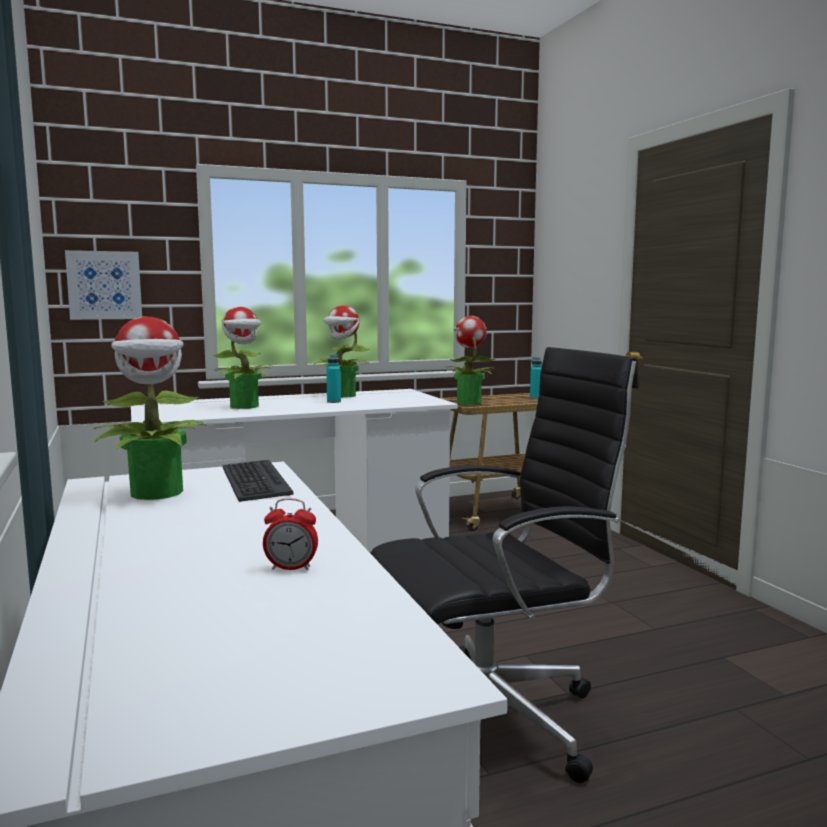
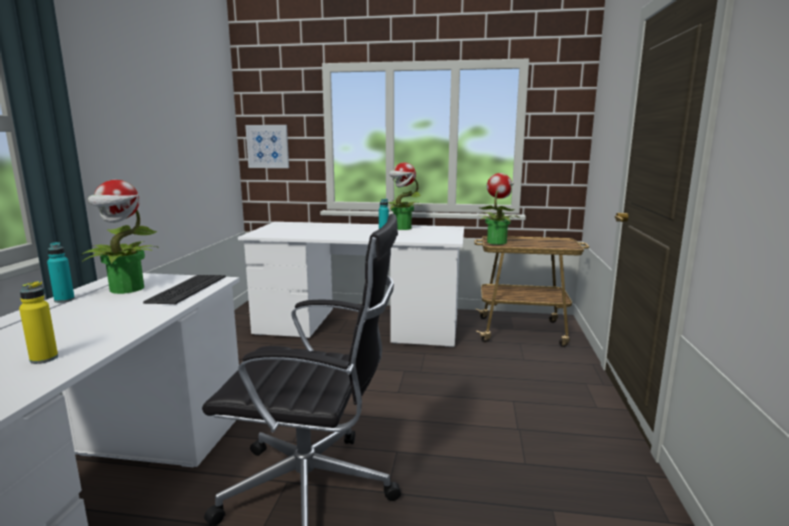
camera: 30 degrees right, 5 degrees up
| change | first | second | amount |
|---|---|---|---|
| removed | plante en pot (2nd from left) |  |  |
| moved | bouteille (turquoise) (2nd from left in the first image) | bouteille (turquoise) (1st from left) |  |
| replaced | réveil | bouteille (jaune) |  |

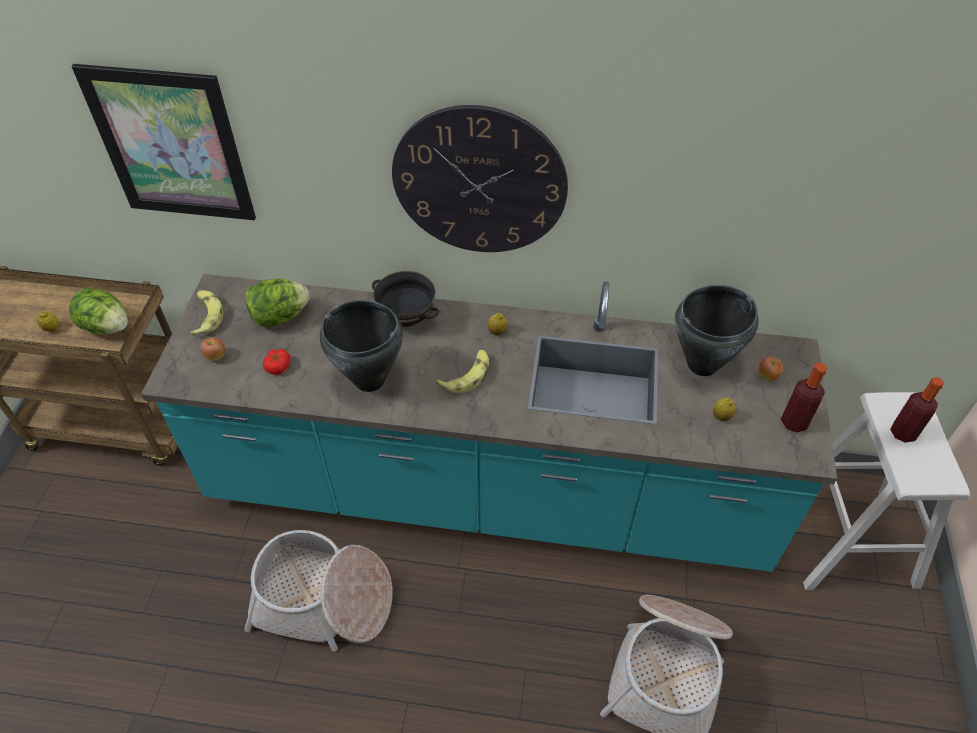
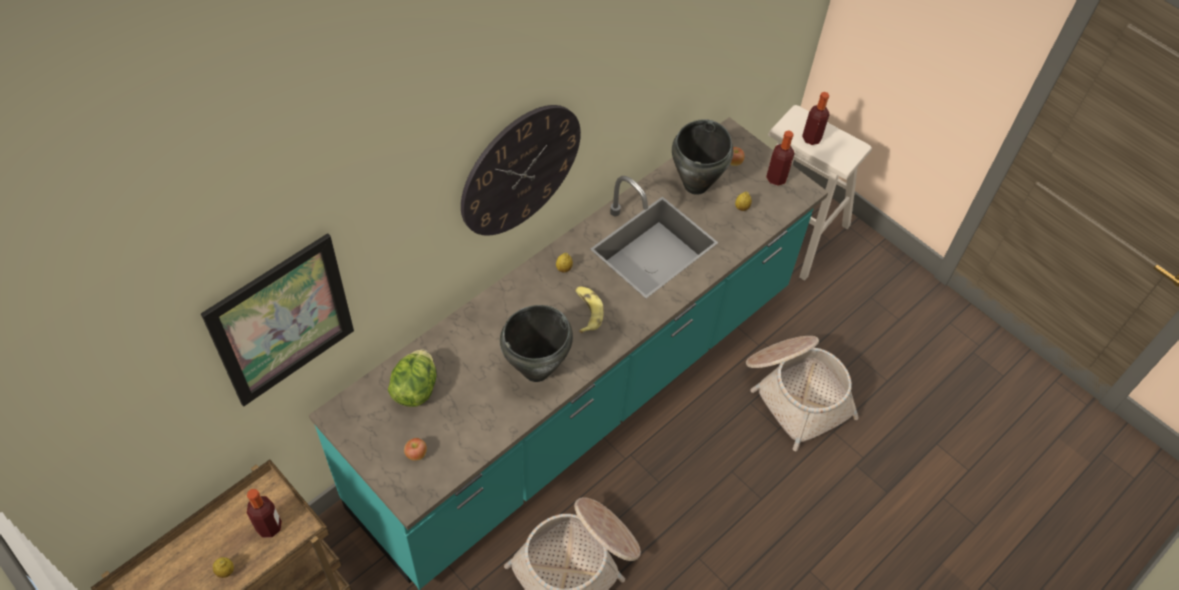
camera: 55 degrees left, 5 degrees up
| change | first | second | amount |
|---|---|---|---|
| removed | bol (noir) |  |  |
| replaced | laitue (1st from left) | bouteille (1st from left) |  |
| removed | banane (1st from left) |  |  |
| removed | tomate |  |  |

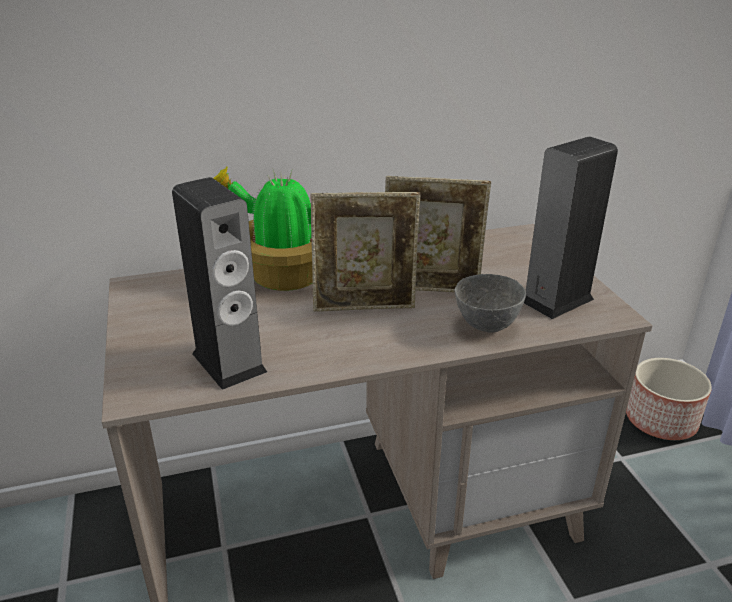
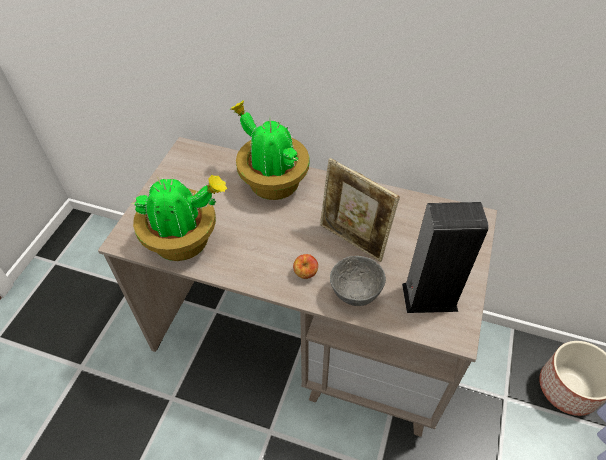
camera: 35 degrees right, 20 degrees up
| change | first | second | amount |
|---|---|---|---|
| replaced | enceinte (1st from left) | plante en pot (1st from left) |  |
| removed | cadre photo (1st from left) |  |  |
| added |  | pomme |  |

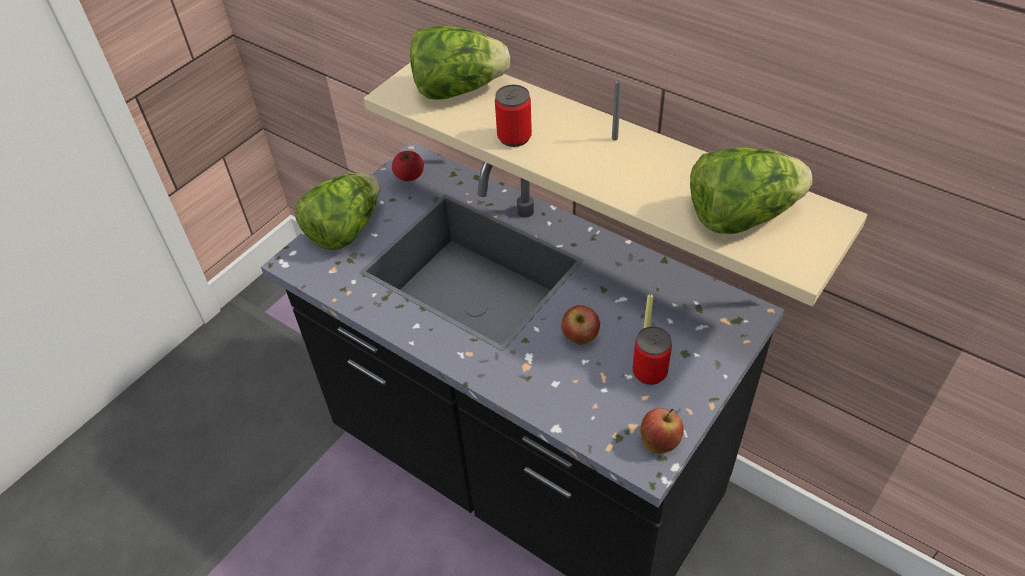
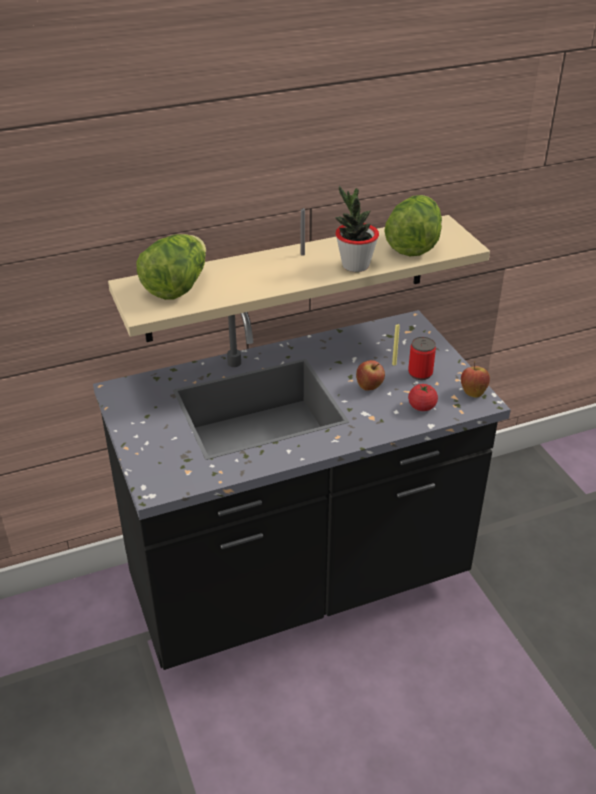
camera: 60 degrees left, 10 degrees down
| change | first | second | amount |
|---|---|---|---|
| removed | boîte métallique (1st from left) |  |  |
| moved | tomate |  |  |
| removed | laitue (1st from left) |  |  |
| added |  | plante en pot |  |

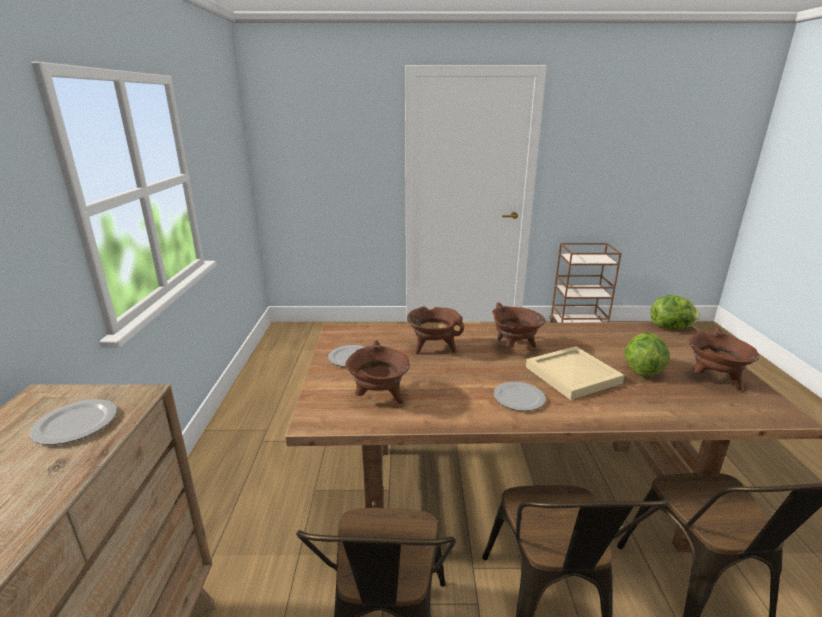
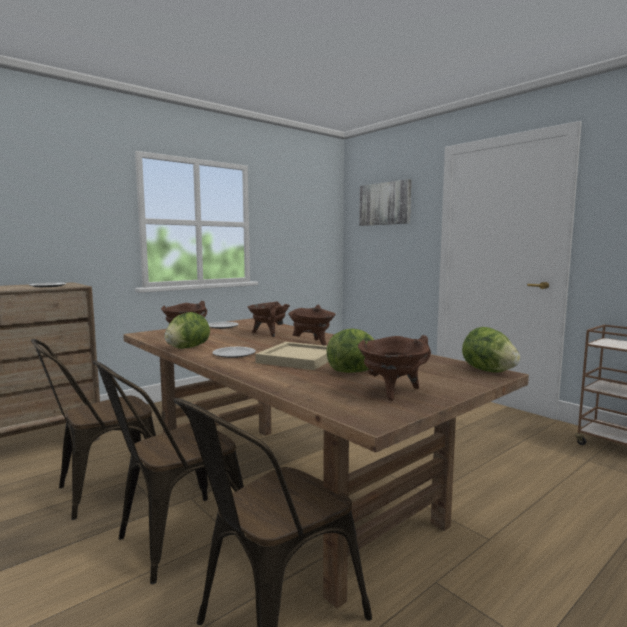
camera: 50 degrees right, 15 degrees down
| change | first | second | amount |
|---|---|---|---|
| added |  | tableau |  |
| added |  | laitue (1st from left) |  |

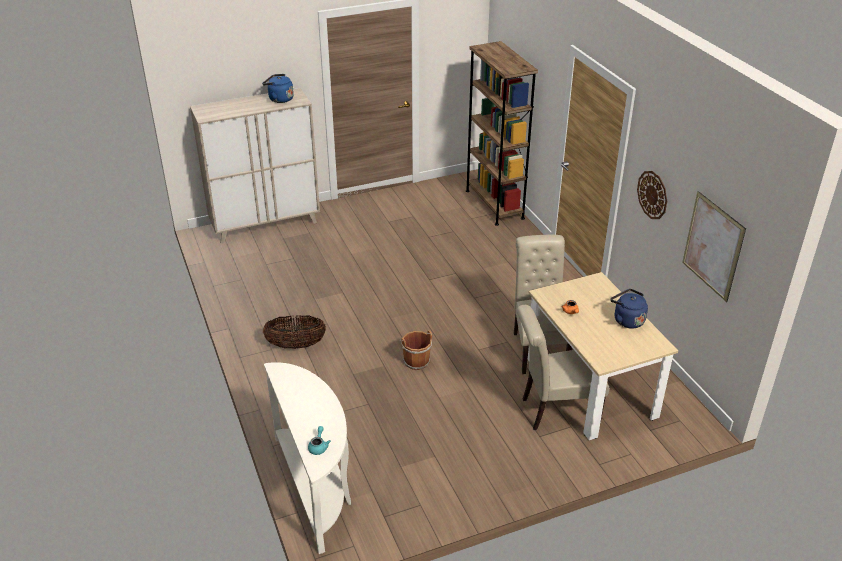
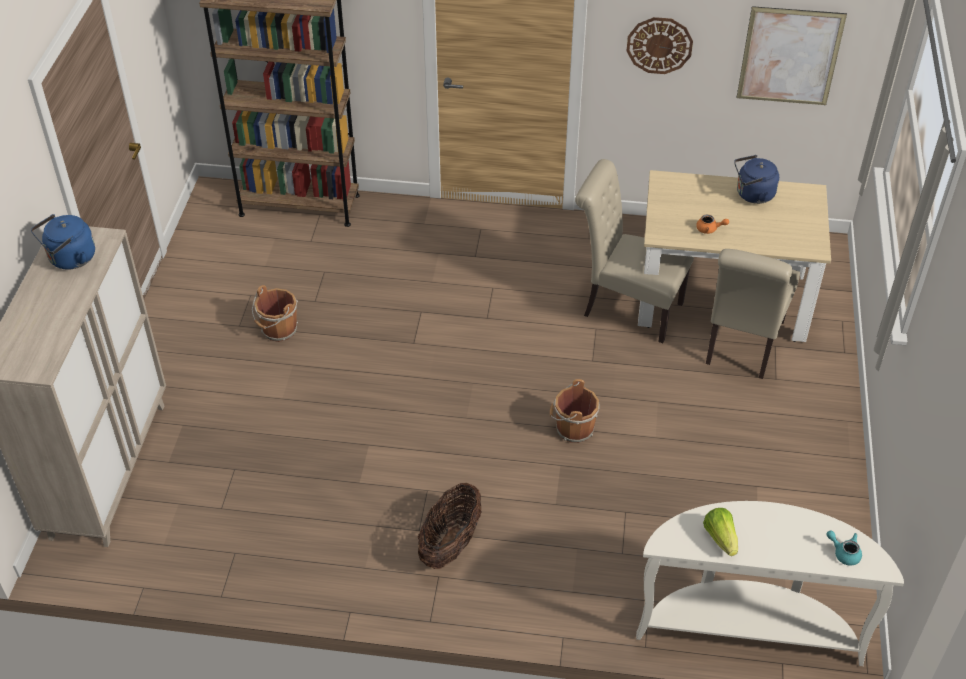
camera: 60 degrees left, 10 degrees up
| change | first | second | amount |
|---|---|---|---|
| added |  | seau (marron) (1st from left) |  |
| added |  | laitue |  |

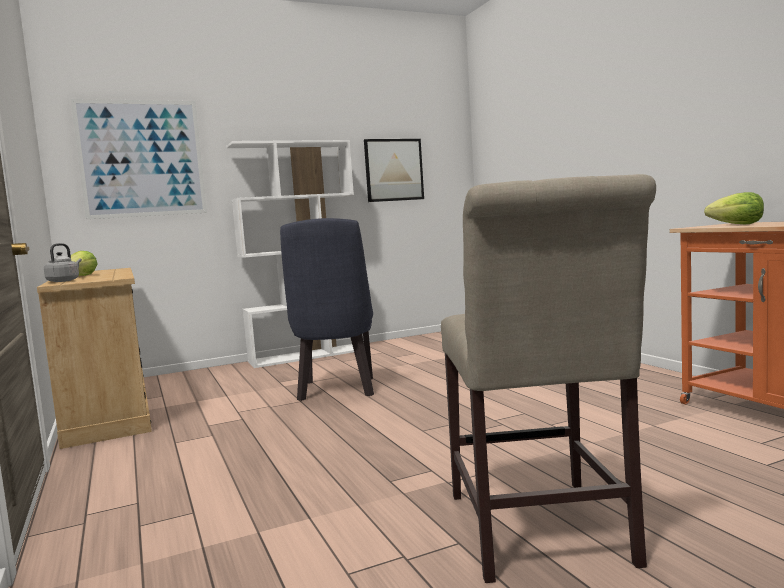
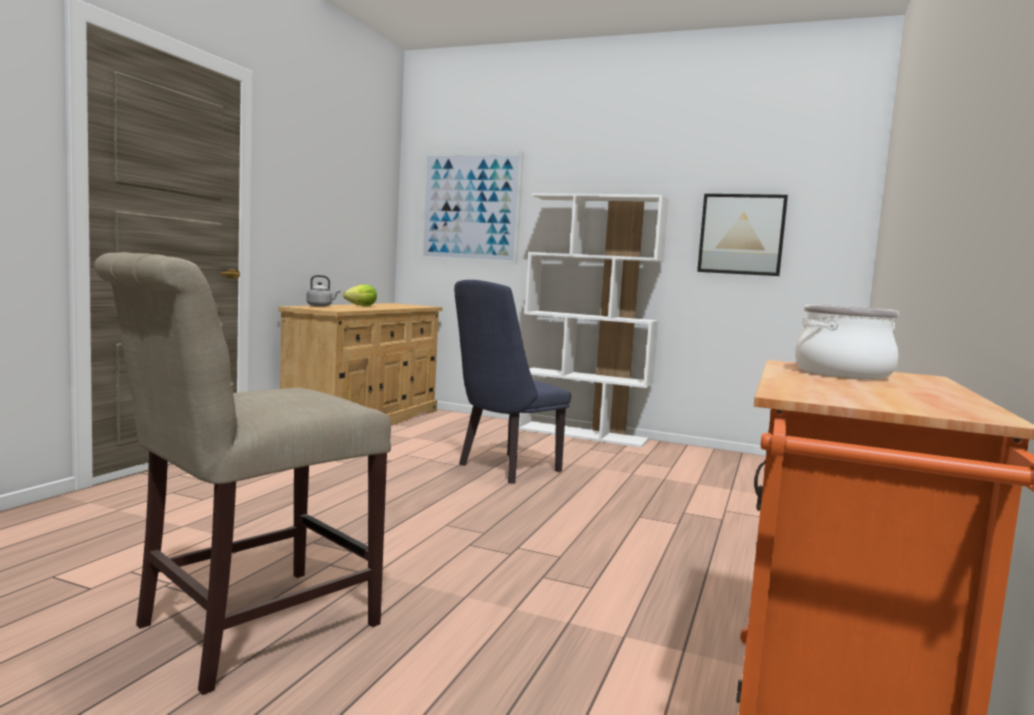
camera: 45 degrees right, 0 degrees up
| change | first | second | amount |
|---|---|---|---|
| replaced | laitue (2nd from left) | marmite |  |

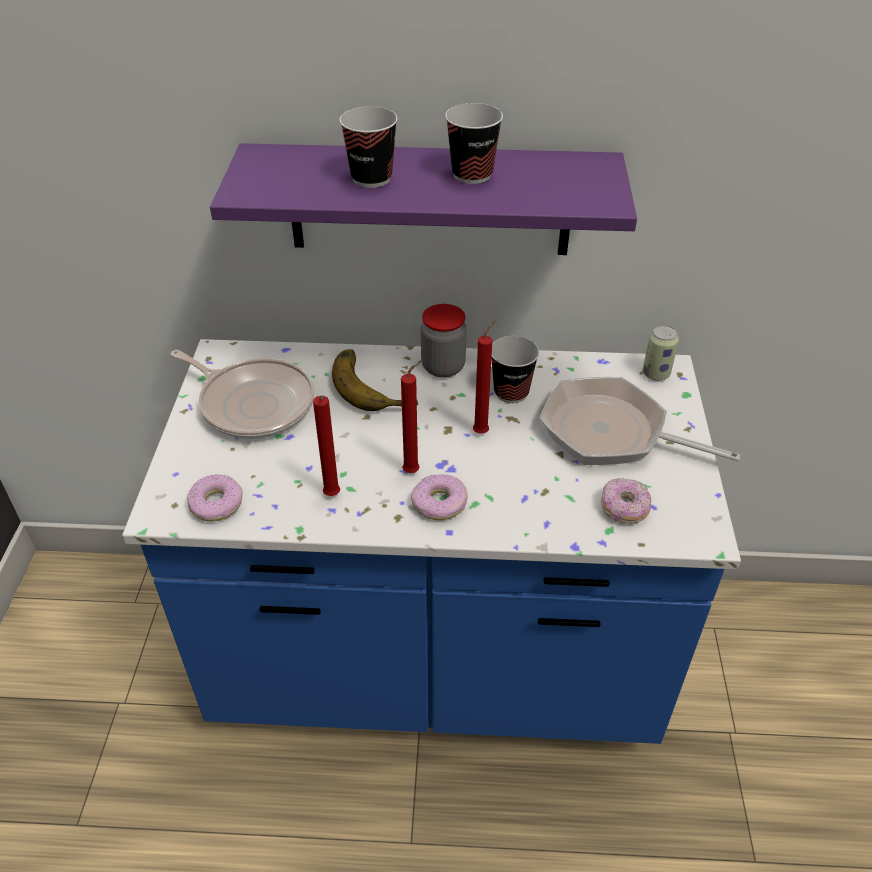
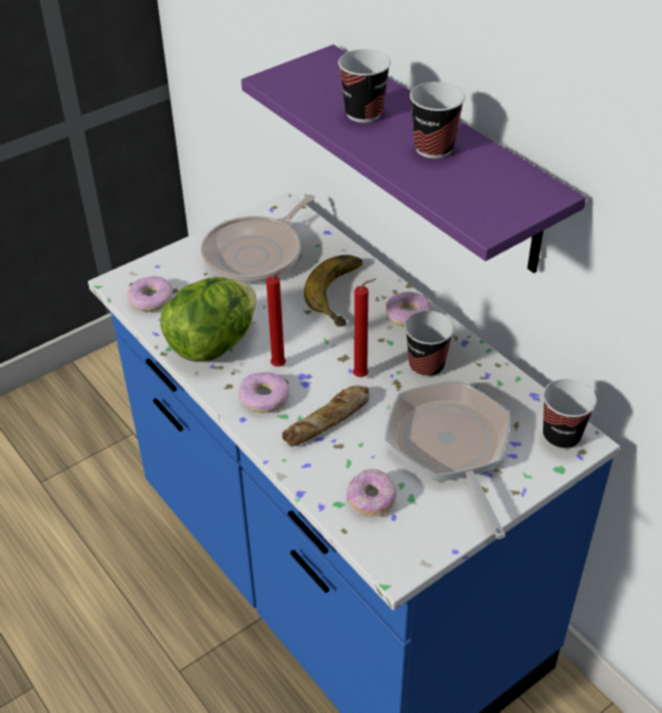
camera: 50 degrees right, 0 degrees up
| change | first | second | amount |
|---|---|---|---|
| replaced | bocal | beignet (4th from left) |  |
| replaced | boîte métallique | tasse (4th from left) |  |
| turned | poêle (1st from left) |  | 45 degrees clockwise |
| replaced | bougie (rouge) (1st from left) | laitue |  |
| added |  | pain |  |

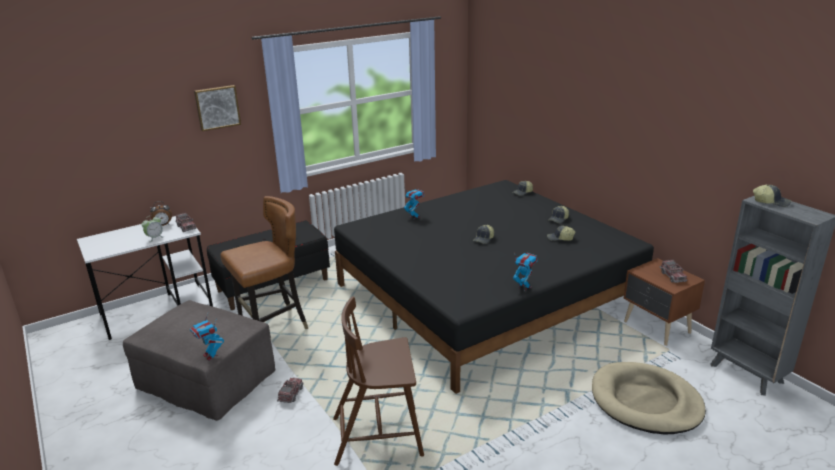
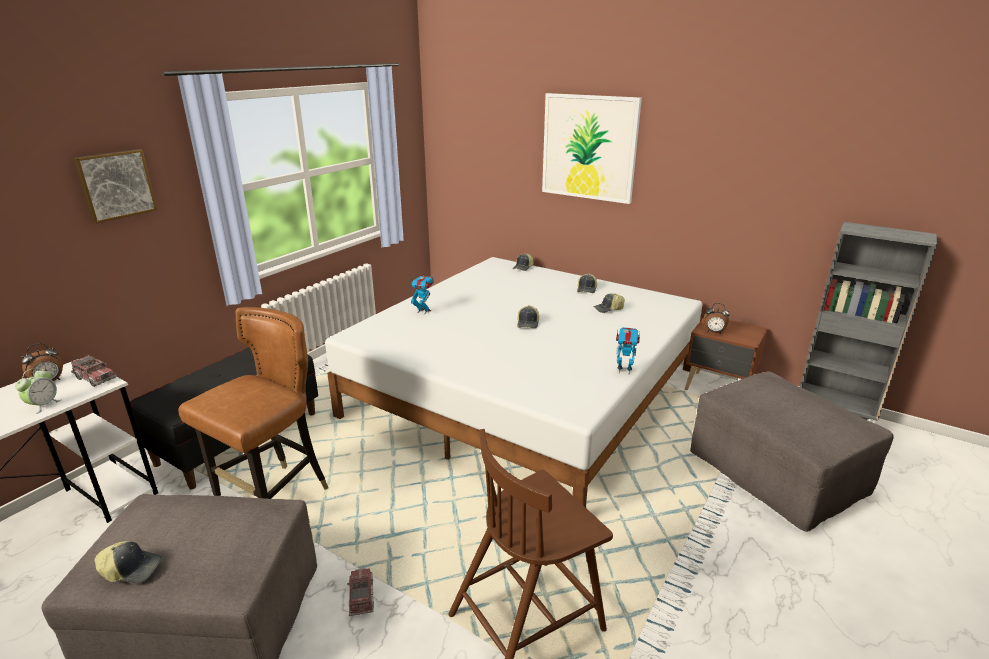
camera: 25 degrees left, 0 degrees up
| change | first | second | amount |
|---|---|---|---|
| recoloured | lit (noir) | lit (blanc) |  |
| moved | casquette (5th from left in the first image) | casquette (1st from left) |  |
| removed | camion jouet (3rd from left) |  |  |
| removed | robot jouet (1st from left) |  |  |
| replaced | panier pour chien (beige) | pouf (gris) (2nd from left) |  |
| added |  | tableau (2nd from left) |  |
| added |  | réveil (3rd from left) |  |

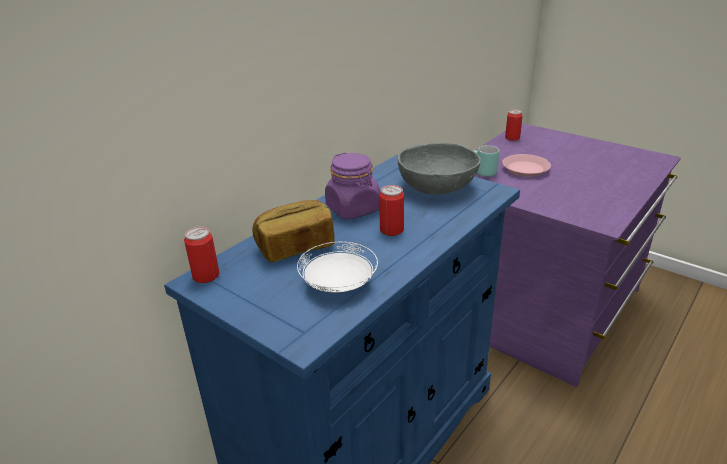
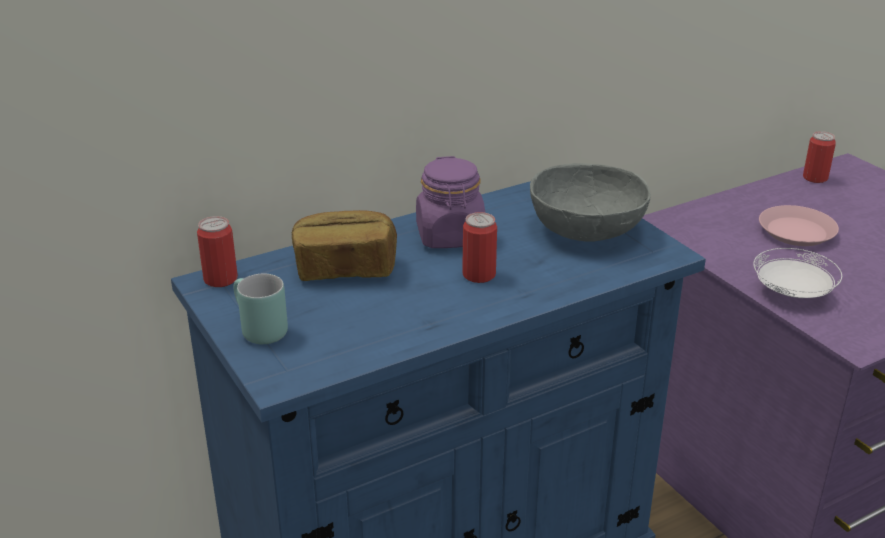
camera: 20 degrees right, 0 degrees up
| change | first | second | amount |
|---|---|---|---|
| moved | mug (turquoise) |  |  |
| moved | assiette (blanc) |  |  |

